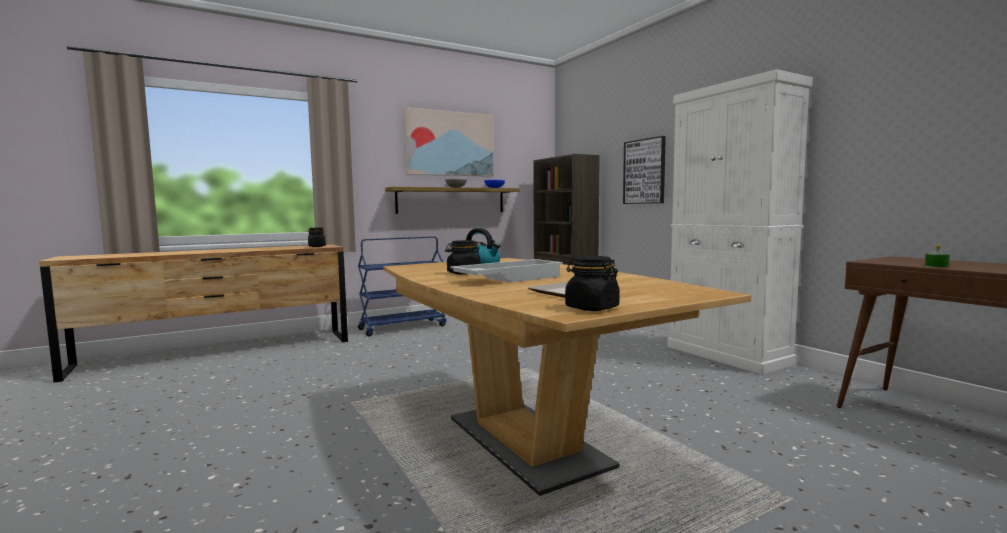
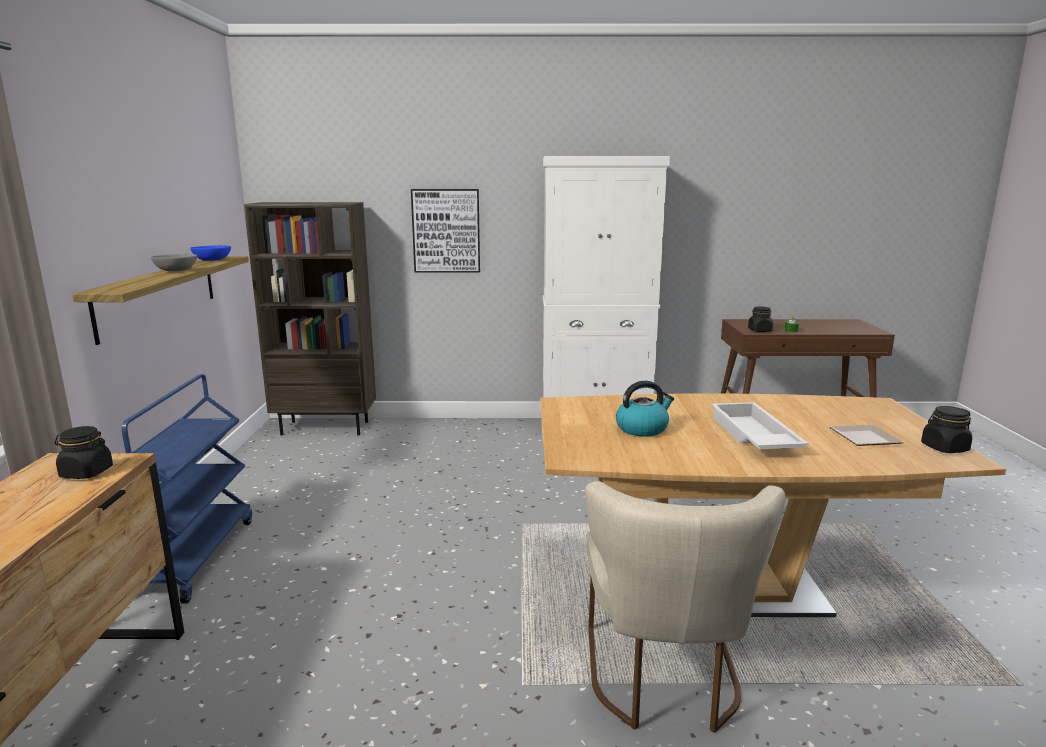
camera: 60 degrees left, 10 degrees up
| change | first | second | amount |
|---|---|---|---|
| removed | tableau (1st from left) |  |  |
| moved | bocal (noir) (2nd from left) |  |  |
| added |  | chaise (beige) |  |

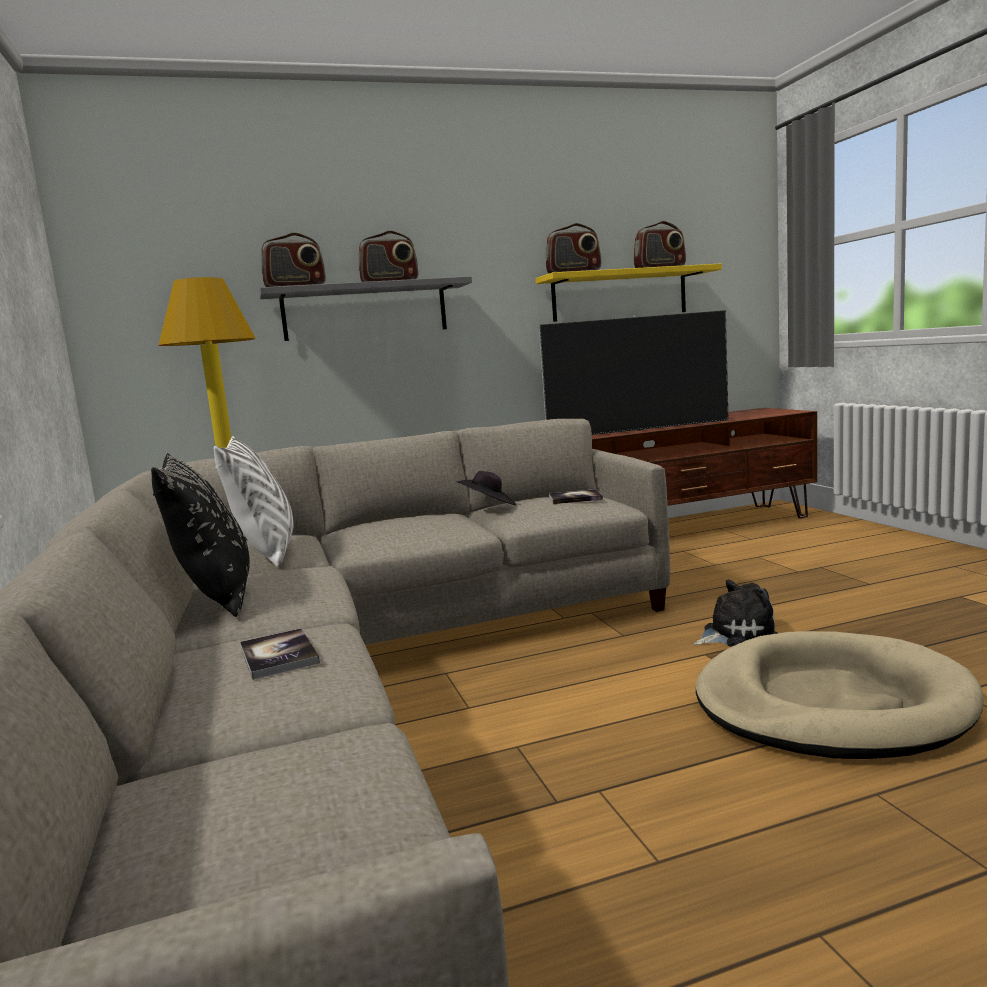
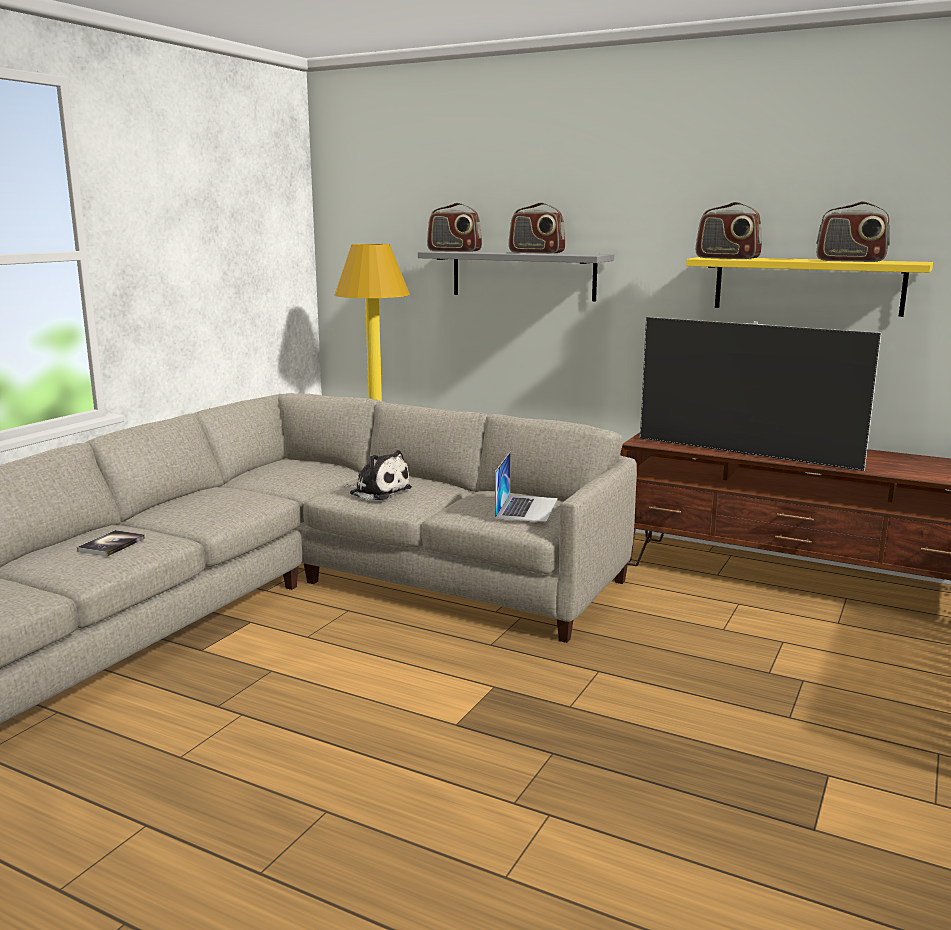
camera: 45 degrees right, 5 degrees up
| change | first | second | amount |
|---|---|---|---|
| removed | coussin (blanc) |  |  |
| removed | coussin (noir) |  |  |
| removed | chapeau (noir) |  |  |
| replaced | livre (2nd from left) | ordinateur portable |  |
| moved | peluche |  |  |
| removed | panier pour chien (beige) |  |  |

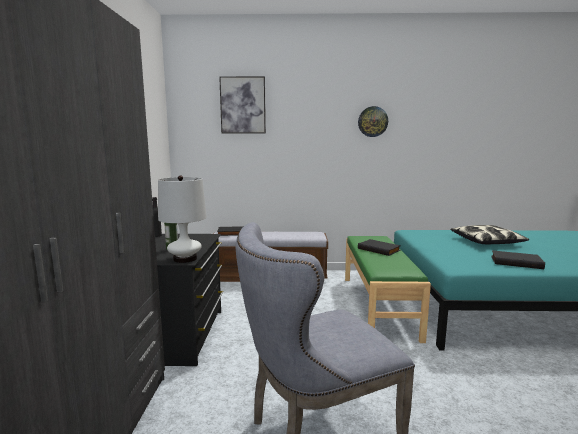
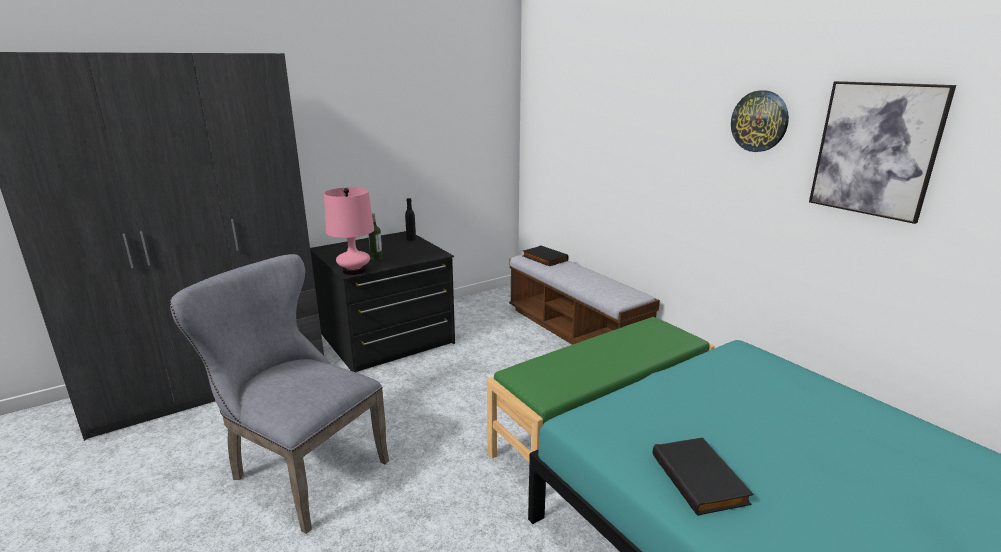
camera: 55 degrees right, 10 degrees up
| change | first | second | amount |
|---|---|---|---|
| moved | tableau |  |  |
| recoloured | lampe de table (blanc) | lampe de table (rose) |  |
| removed | coussin |  |  |
| removed | livre (noir) (2nd from left) |  |  |

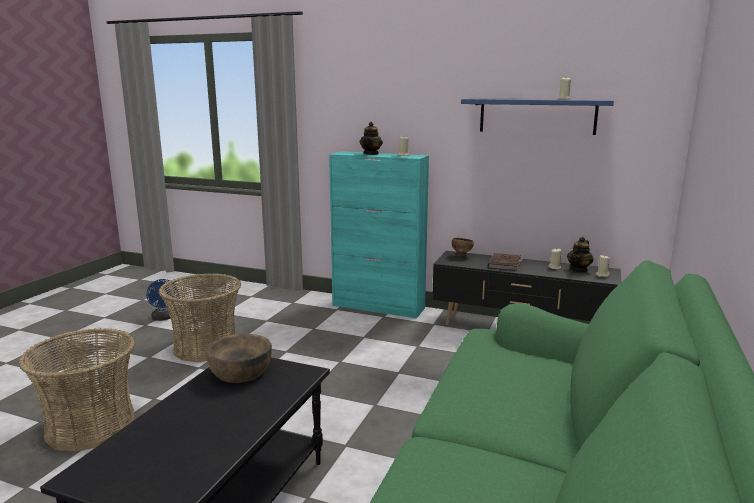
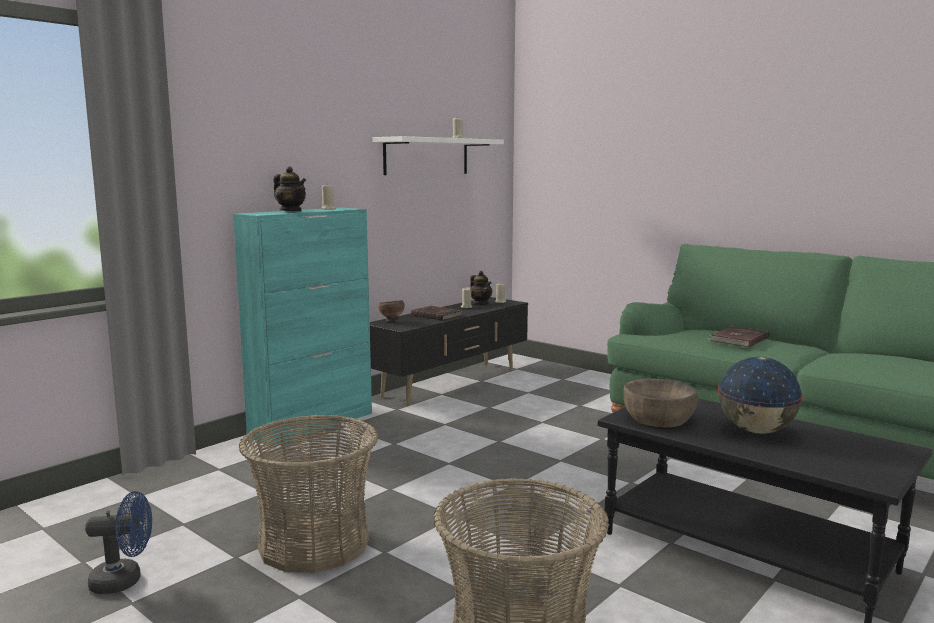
camera: 70 degrees left, 5 degrees down
| change | first | second | amount |
|---|---|---|---|
| recoloured | étagère (bleu) | étagère (blanc) |  |
| added |  | livre (marron) (2nd from left) |  |
| added |  | globe |  |

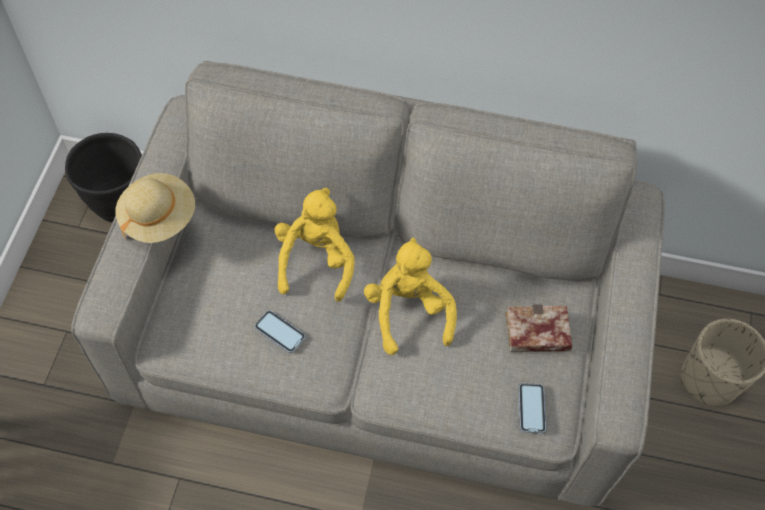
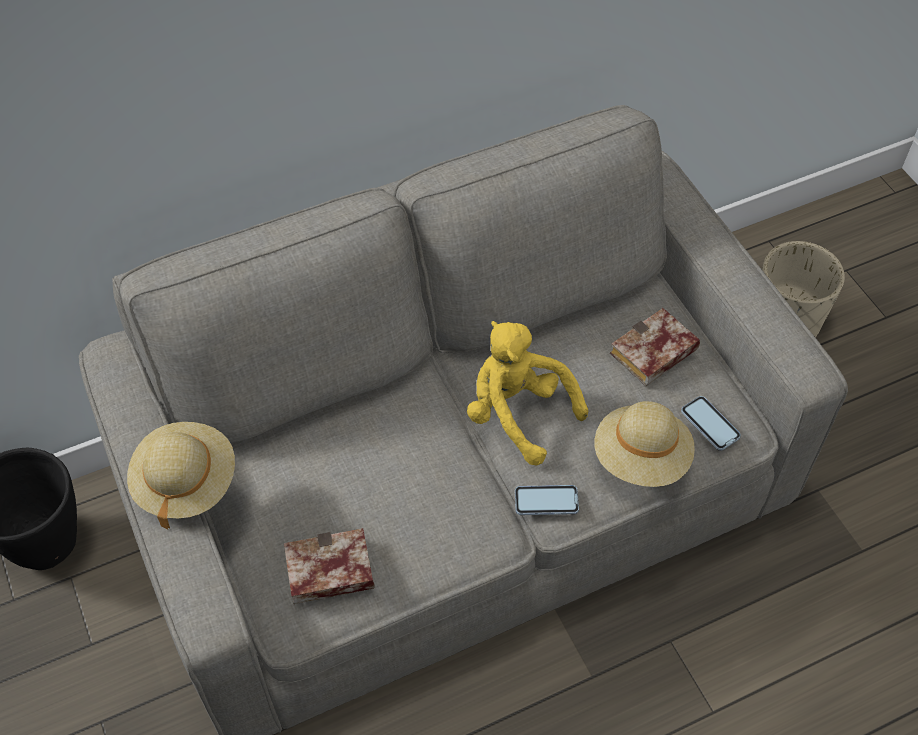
camera: 35 degrees left, 5 degrees down
| change | first | second | amount |
|---|---|---|---|
| removed | peluche (jaune) (1st from left) |  |  |
| moved | téléphone (1st from left) |  |  |
| added |  | chapeau (beige) (2nd from left) |  |
| added |  | livre (1st from left) |  |

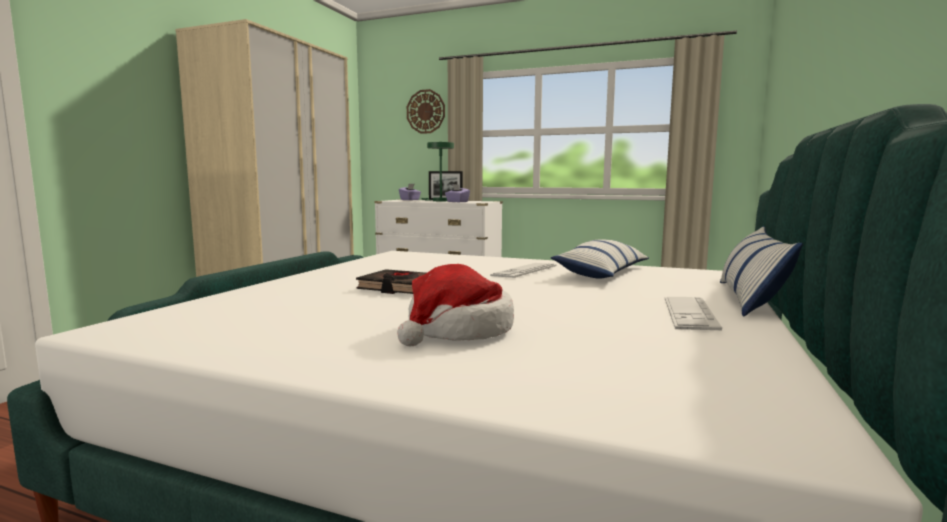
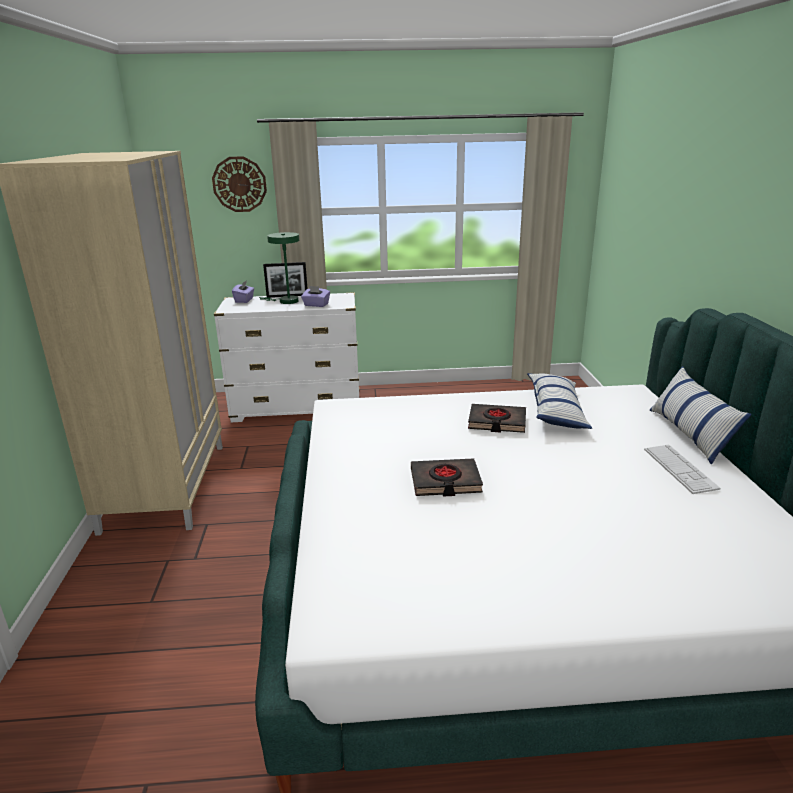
camera: 25 degrees left, 15 degrees up
| change | first | second | amount |
|---|---|---|---|
| replaced | clavier (1st from left) | livre (noir) (2nd from left) |  |
| removed | chapeau |  |  |

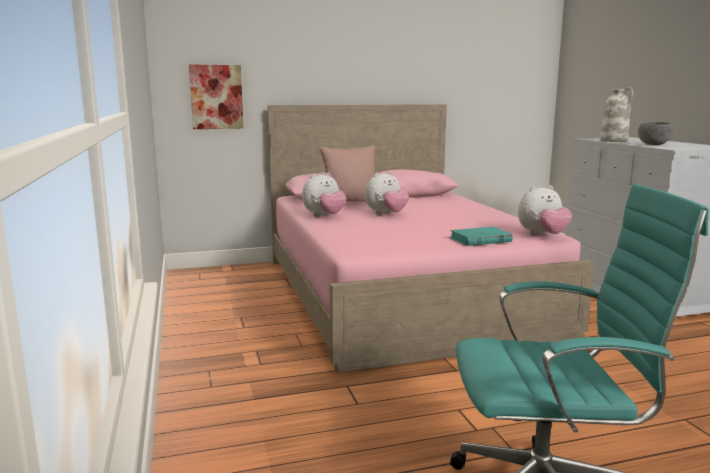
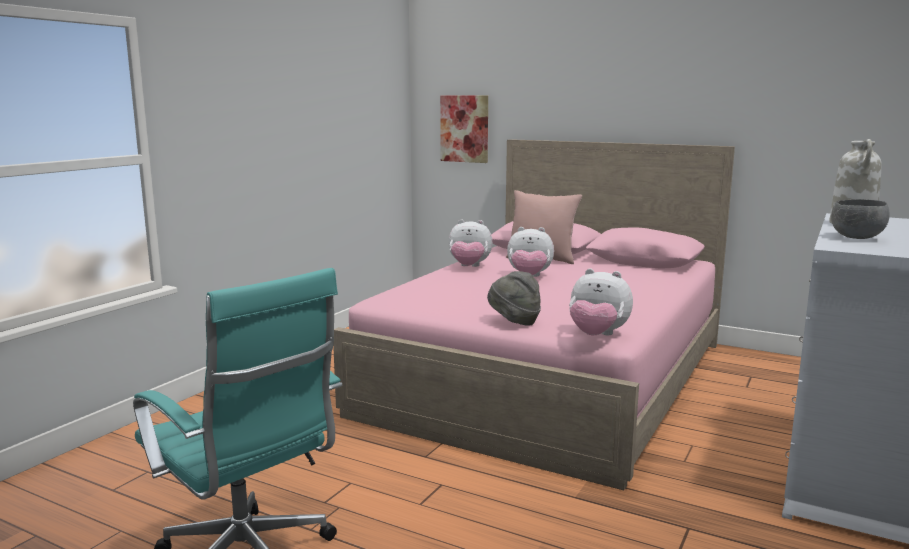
camera: 45 degrees right, 0 degrees up
| change | first | second | amount |
|---|---|---|---|
| replaced | livre (turquoise) | chapeau (gris) |  |

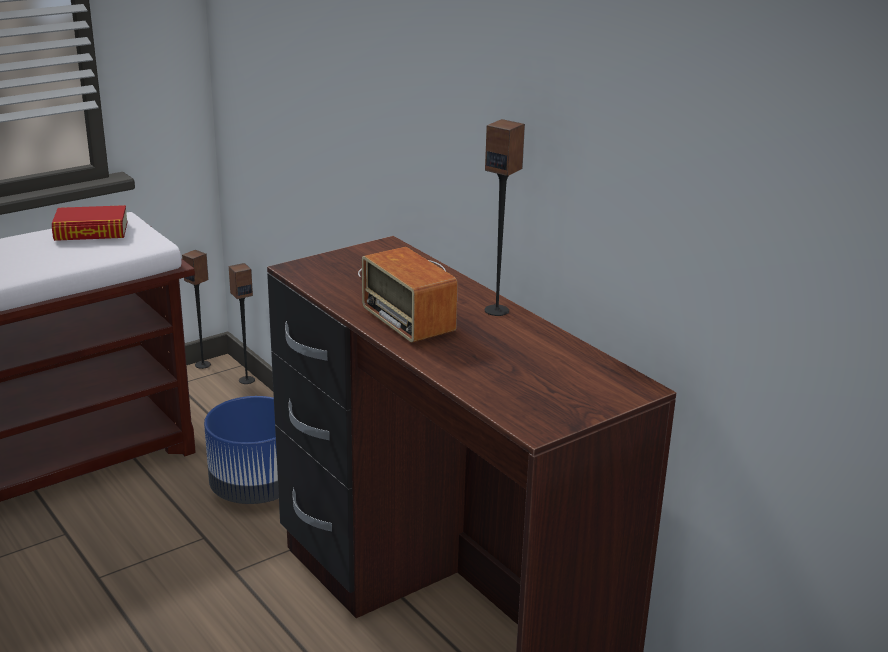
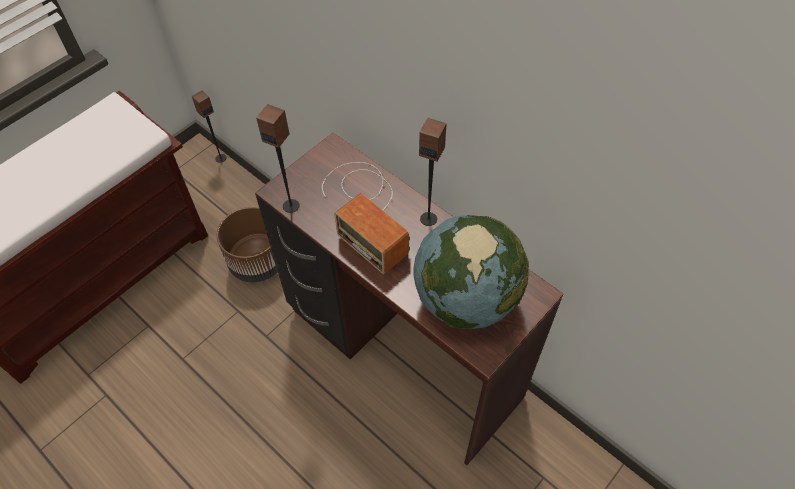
camera: 10 degrees left, 30 degrees up
| change | first | second | amount |
|---|---|---|---|
| removed | livre |  |  |
| moved | enceinte (1st from left in the first image) | enceinte (2nd from left) |  |
| recoloured | cache-pot (bleu) | cache-pot (marron) |  |
| added |  | globe |  |

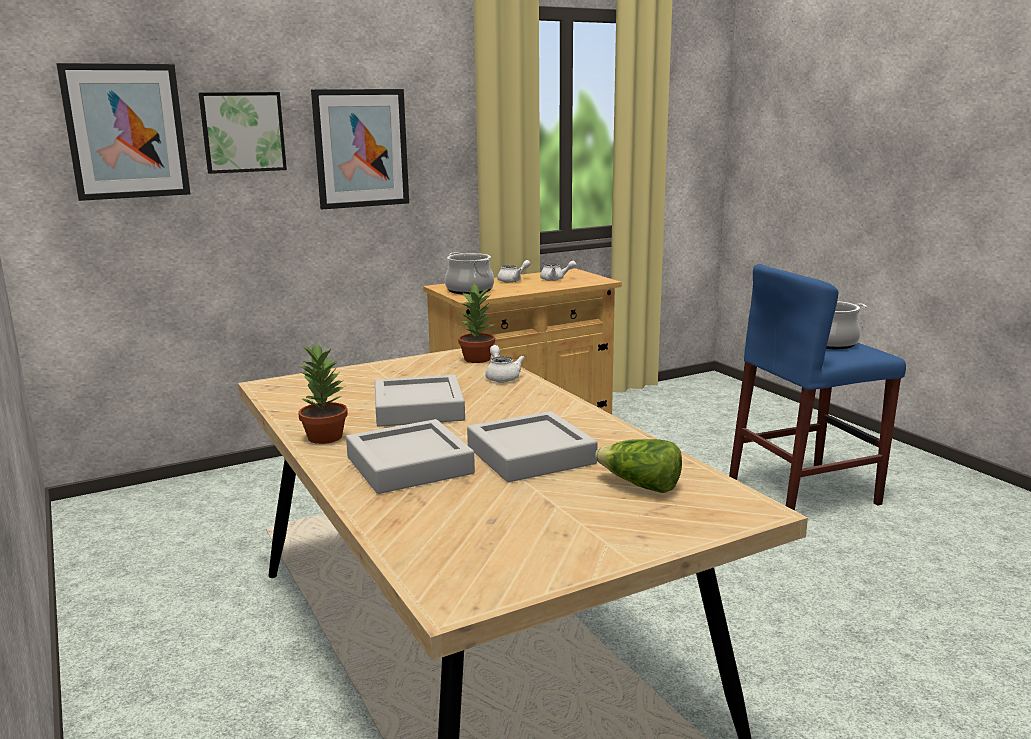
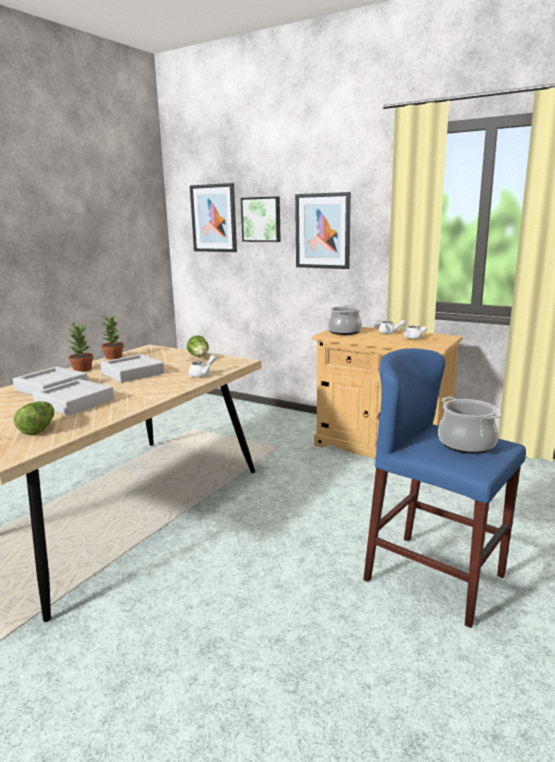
camera: 60 degrees right, 0 degrees up
| change | first | second | amount |
|---|---|---|---|
| moved | plante en pot (2nd from left) |  |  |
| added |  | laitue (2nd from left) |  |

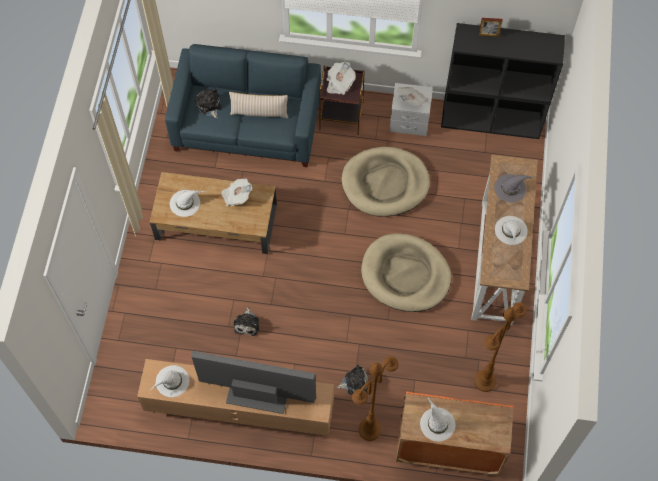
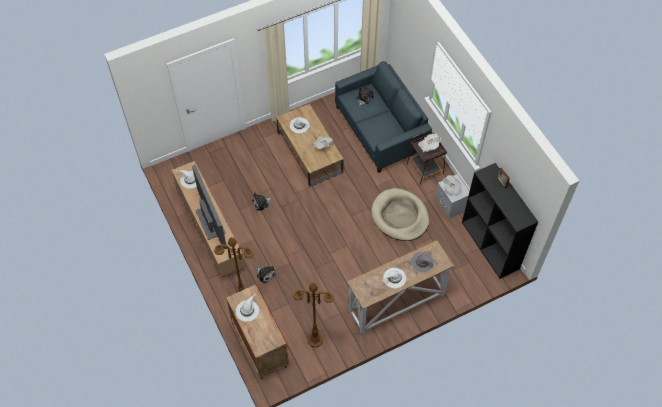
camera: 55 degrees right, 5 degrees down
| change | first | second | amount |
|---|---|---|---|
| removed | coussin (beige) |  |  |
| removed | panier pour chien (beige) (2nd from left) |  |  |

